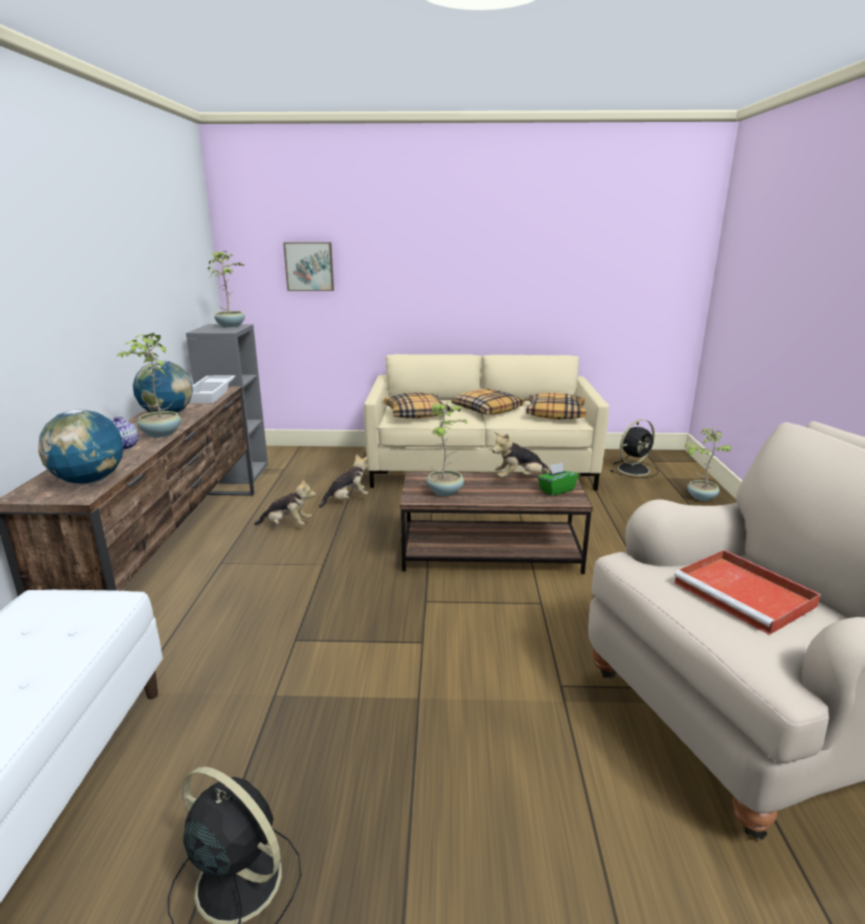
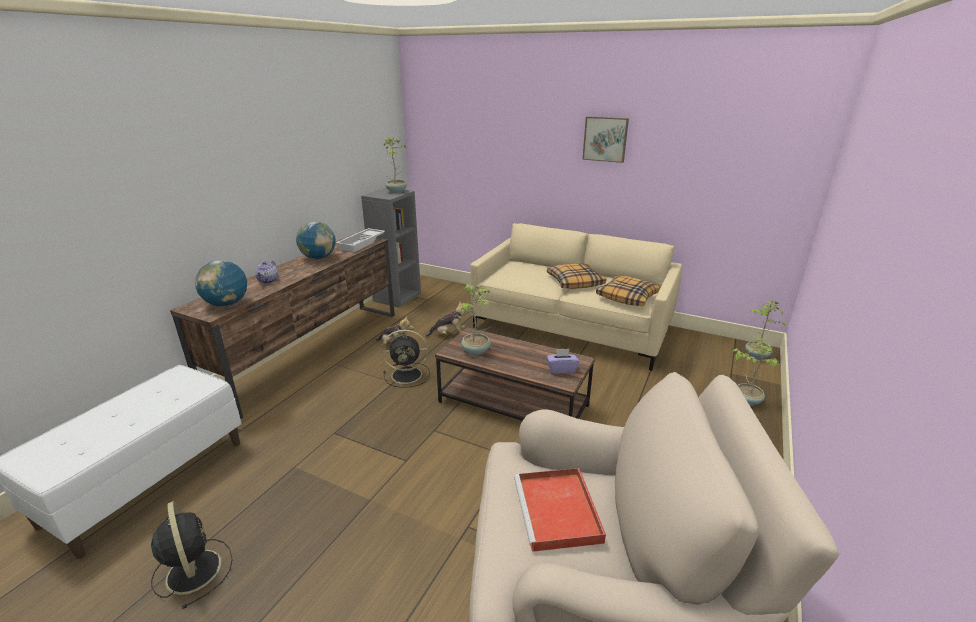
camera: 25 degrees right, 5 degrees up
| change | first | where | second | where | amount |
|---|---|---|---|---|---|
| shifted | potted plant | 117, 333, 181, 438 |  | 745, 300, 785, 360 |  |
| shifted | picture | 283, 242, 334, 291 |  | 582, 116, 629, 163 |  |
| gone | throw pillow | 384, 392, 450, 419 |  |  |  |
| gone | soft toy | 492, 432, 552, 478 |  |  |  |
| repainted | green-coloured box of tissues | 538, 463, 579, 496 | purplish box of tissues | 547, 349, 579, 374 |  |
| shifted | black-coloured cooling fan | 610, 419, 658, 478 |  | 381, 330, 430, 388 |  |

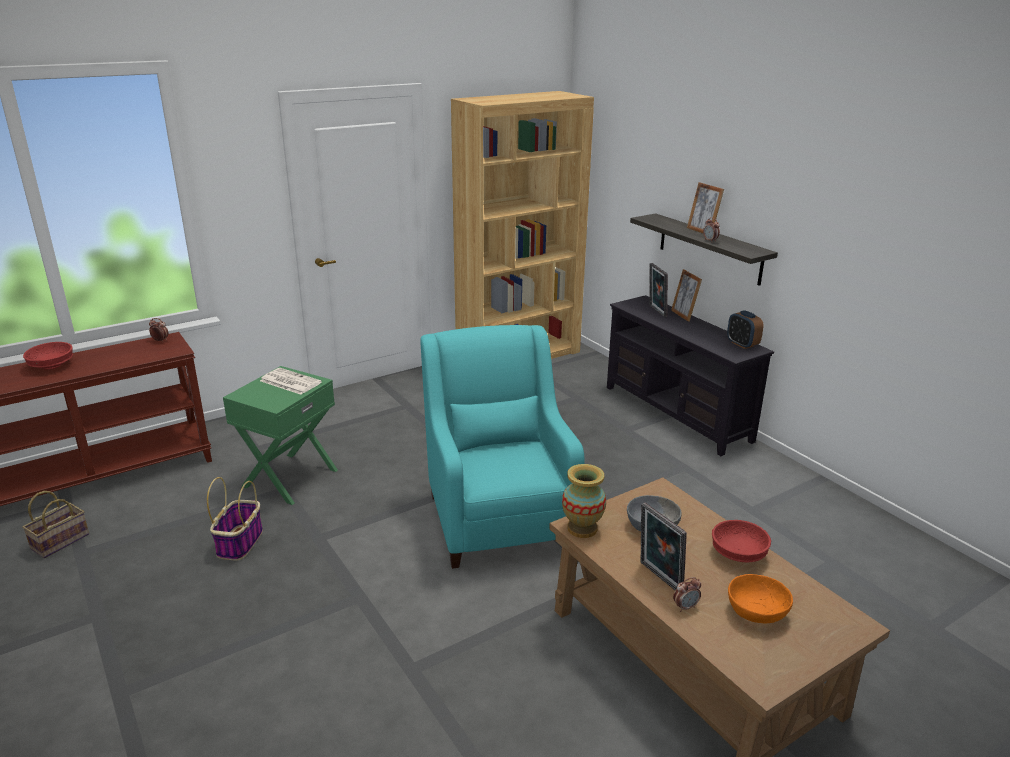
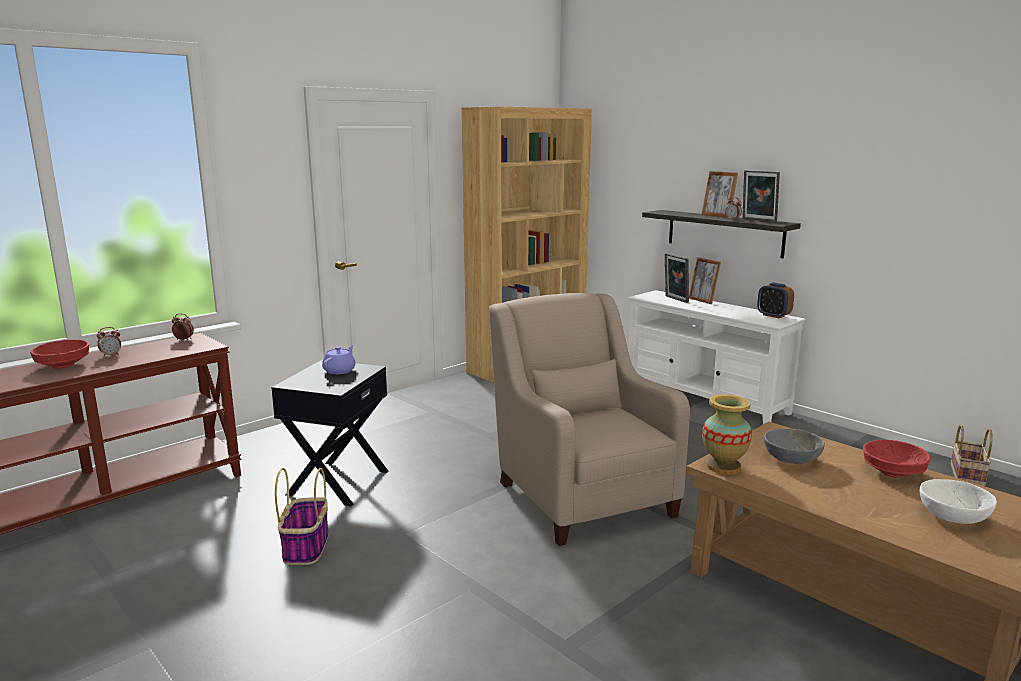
camera: 10 degrees left, 10 degrees down
| change | first | where | second | where | amount |
|---|---|---|---|---|---|
| shifted | storage basket | 22, 491, 89, 558 |  | 950, 424, 993, 486 |  |
| repainted | green-coloured accent table | 223, 366, 338, 505 | black-coloured accent table | 271, 360, 388, 507 |  |
| swapped | daily paper | 260, 368, 322, 395 | purplish teapot | 322, 345, 356, 374 |  |
| repainted | turquoise easy chair | 420, 325, 585, 569 | beige easy chair | 489, 293, 690, 546 |  |
| repainted | black-coloured media console | 607, 295, 774, 456 | white-coloured media console | 628, 290, 806, 424 |  |
| shifted | picture frame | 640, 502, 687, 590 |  | 742, 170, 780, 222 |  |
| shifted | table clock | 673, 577, 701, 612 |  | 97, 327, 121, 357 |  |
| repainted | orangey deep dish | 728, 574, 793, 623 | white-coloured deep dish | 920, 479, 997, 524 |  |

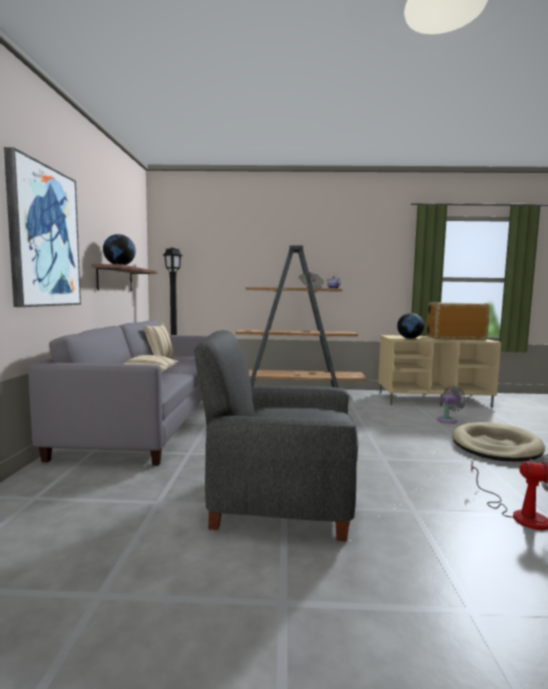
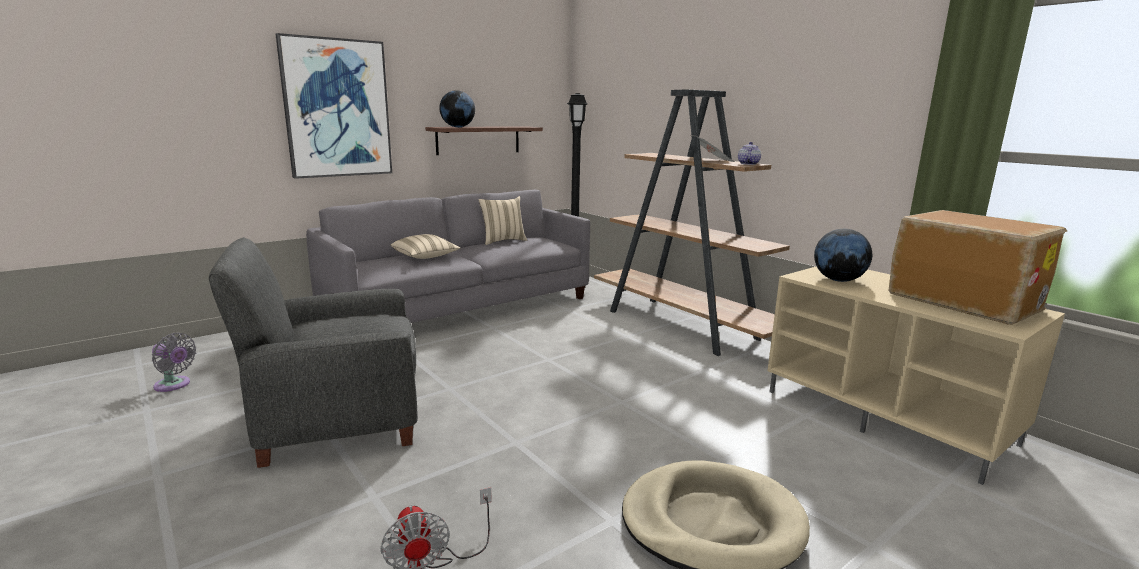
camera: 50 degrees right, 10 degrees up
| change | first | where | second | where | amount |
|---|---|---|---|---|---|
| rotated | greyish easy chair | 195, 330, 358, 541 |  | 209, 237, 418, 468 | 75 degrees counterclockwise |
| shifted | greyish cooling fan | 437, 386, 466, 424 |  | 152, 333, 196, 392 |  |

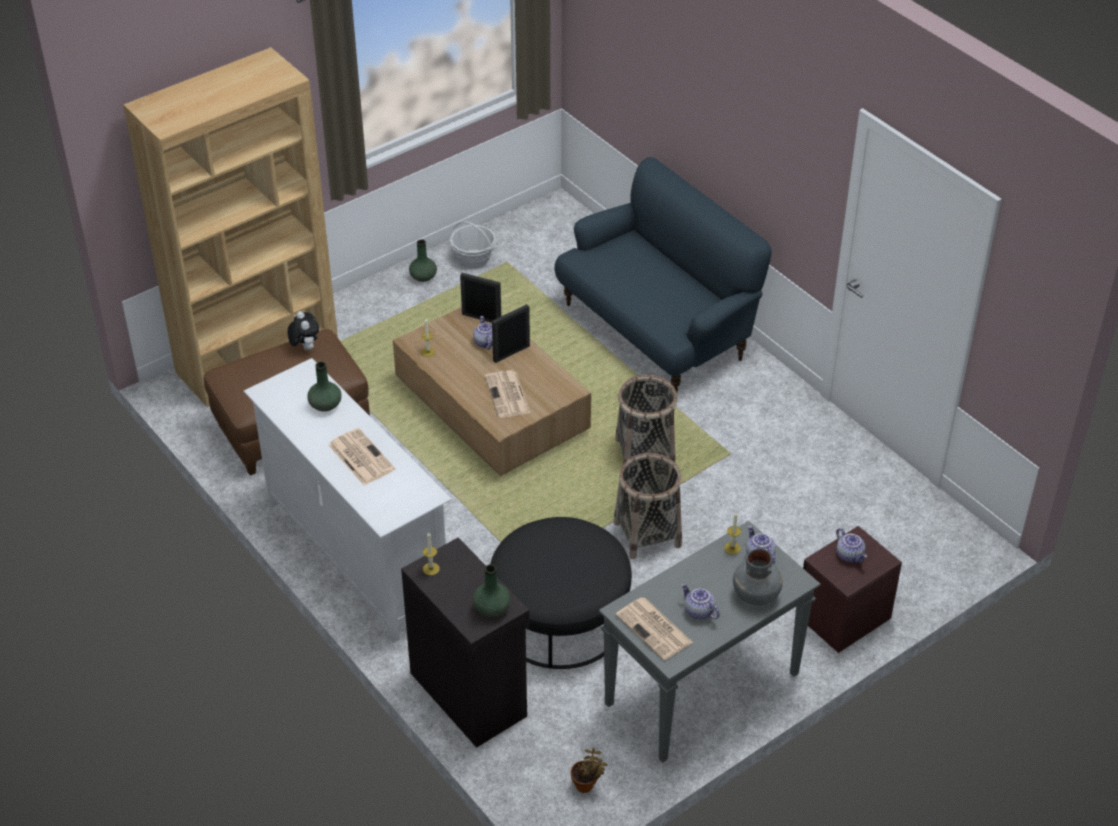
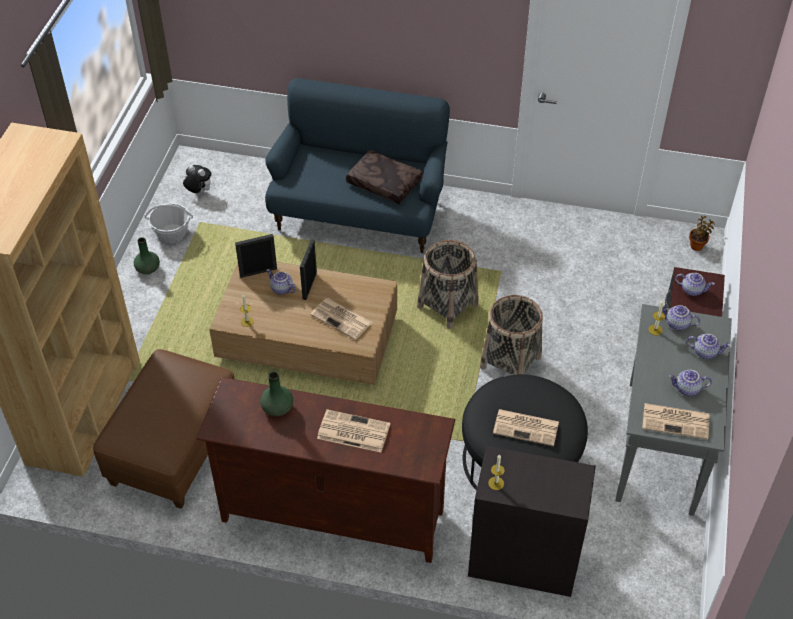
camera: 40 degrees left, 5 degrees up
| change | first | where | second | where | amount |
|---|---|---|---|---|---|
| repainted | white-coloured media console | 243, 358, 452, 643 | brown media console | 197, 377, 456, 563 |  |
| shifted | soft toy | 288, 311, 319, 350 |  | 183, 165, 211, 193 |  |
| gone | green-coloured flower vase | 473, 564, 511, 617 |  |  |  |
| shifted | potted plant | 570, 748, 607, 793 |  | 689, 216, 715, 251 |  |
| swapped | greyish flower vase | 733, 548, 783, 606 | teapot | 686, 334, 730, 359 |  |
| new |  |  | brown throw pillow | 346, 150, 423, 204 |  |
| new |  |  | daily paper | 493, 409, 559, 446 |  |

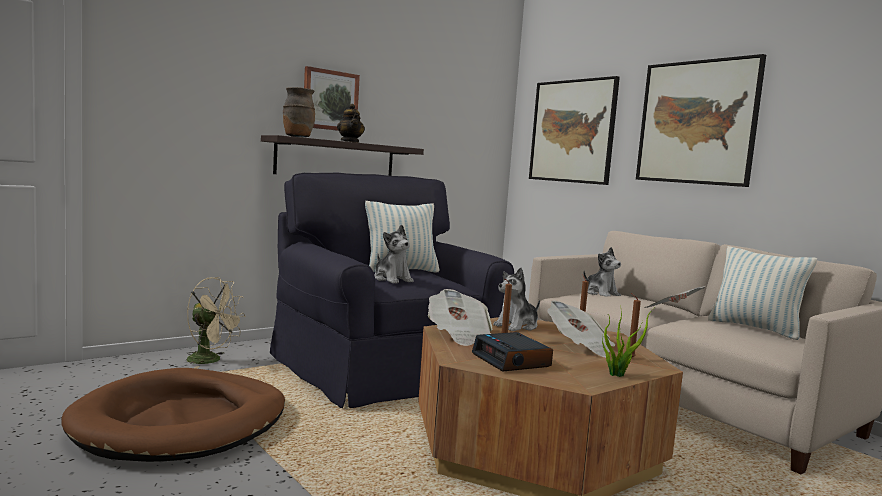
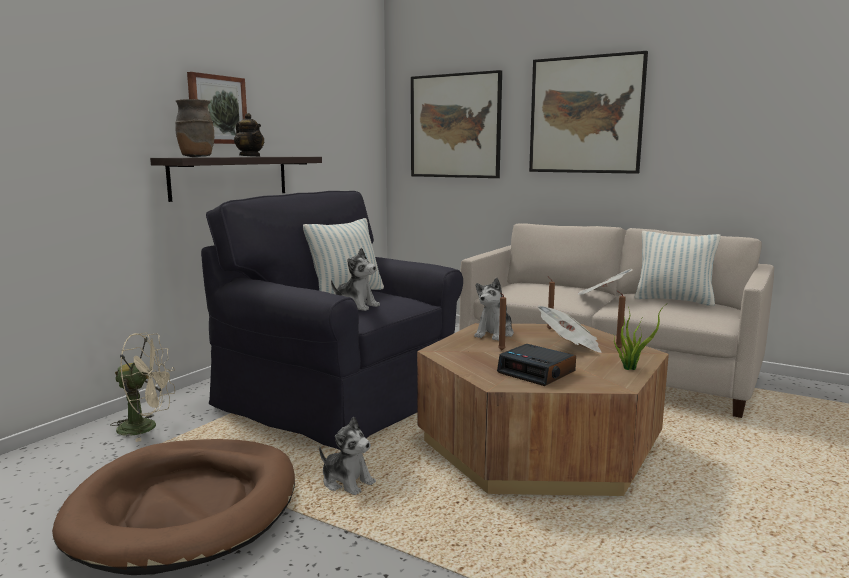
camera: 20 degrees left, 5 degrees up
| change | first | where | second | where | amount |
|---|---|---|---|---|---|
| gone | daily paper | 428, 289, 493, 346 |  |  |  |
| shifted | soft toy | 584, 247, 621, 296 |  | 319, 416, 376, 495 |  |

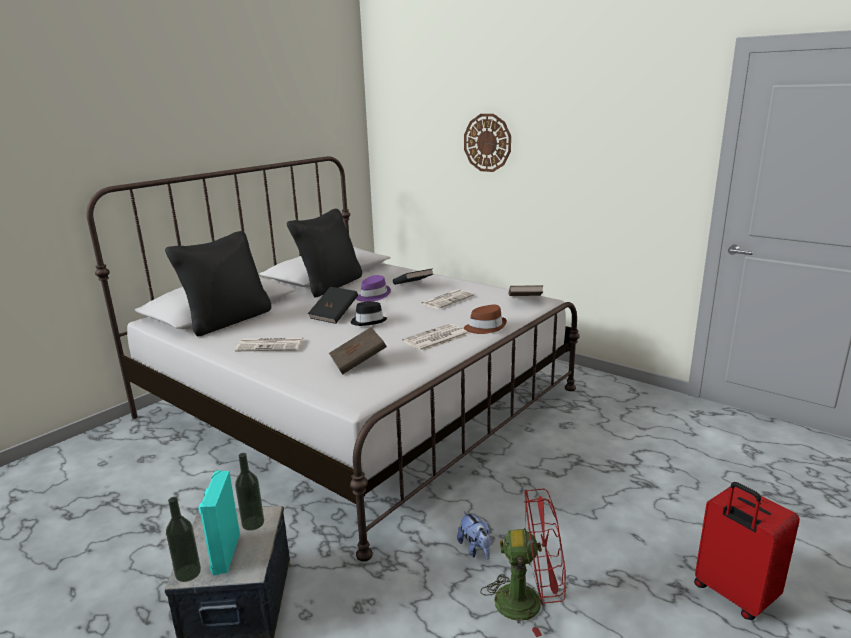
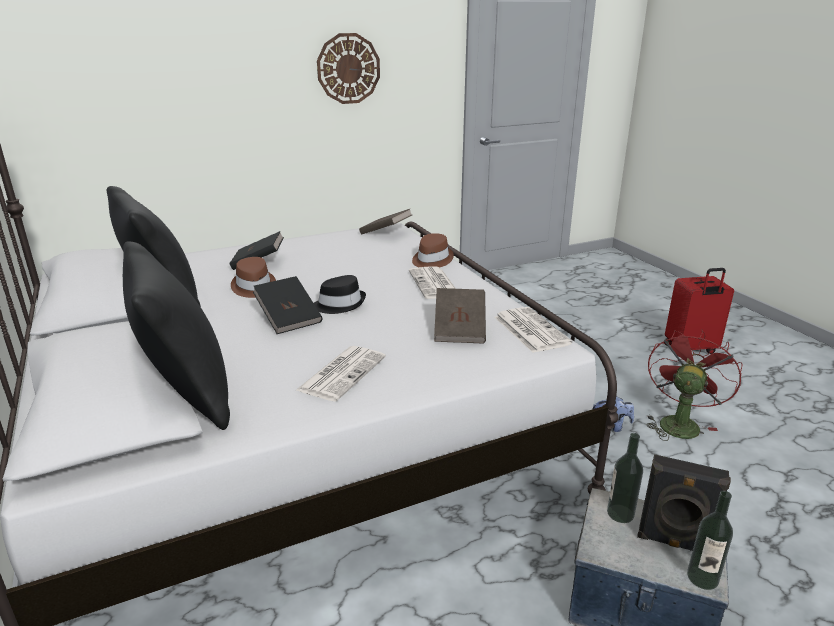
camera: 65 degrees left, 5 degrees up
| change | first | where | second | where | amount |
|---|---|---|---|---|---|
| repainted | turquoise audio speaker | 198, 470, 240, 575 | black-coloured audio speaker | 637, 454, 731, 551 |  |
| repainted | purplish clothing hat | 356, 275, 391, 302 | brown clothing hat | 231, 257, 276, 298 |  |
| shifted | daily paper | 421, 289, 474, 309 |  | 494, 307, 572, 353 |  |
| shifted | hanging clock | 464, 114, 511, 172 |  | 317, 33, 380, 104 |  |

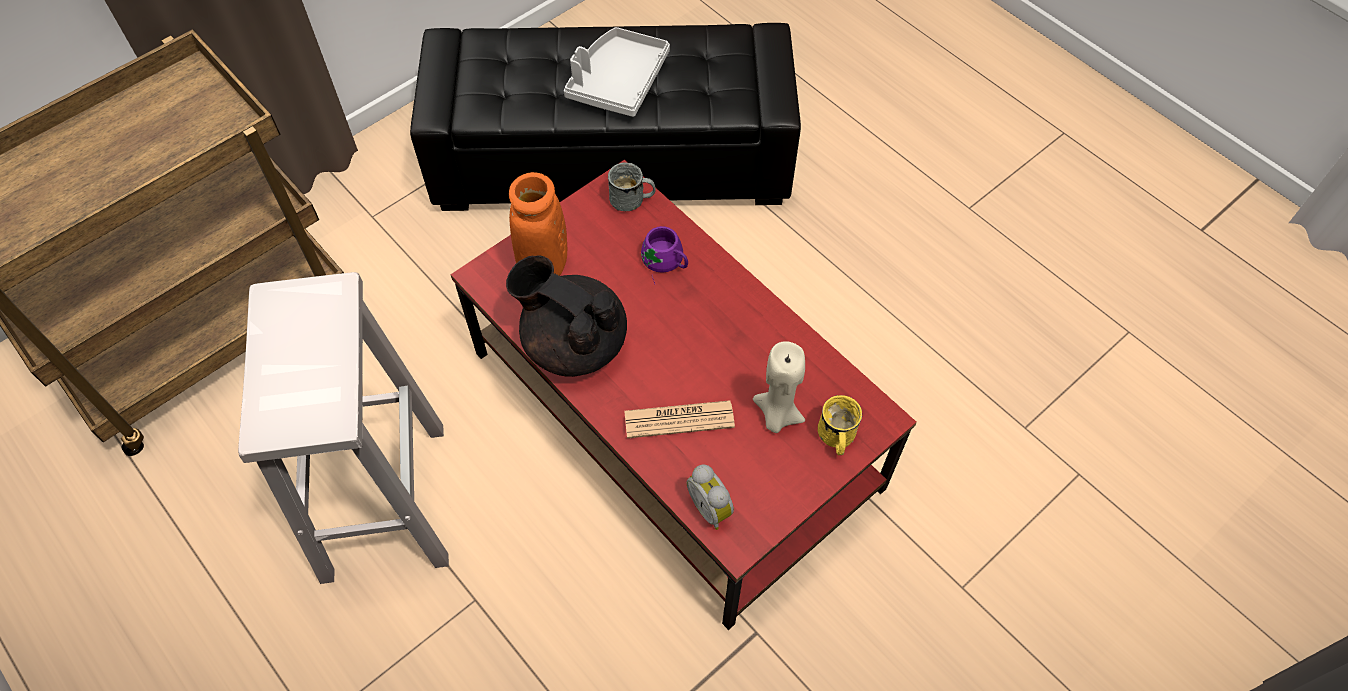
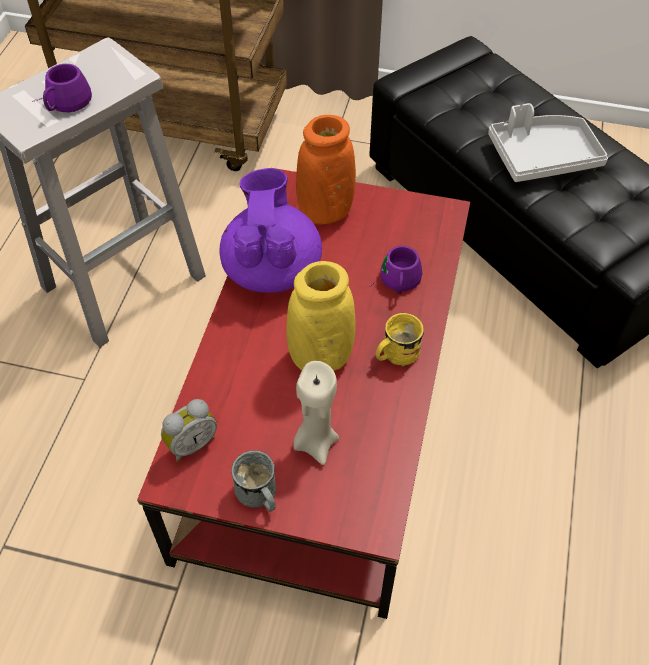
camera: 55 degrees right, 5 degrees down
| change | first | where | second | where | amount |
|---|---|---|---|---|---|
| repainted | black-coloured teapot | 506, 255, 627, 377 | purplish teapot | 219, 168, 322, 293 |  |
| shifted | greyish mug | 608, 163, 656, 211 |  | 231, 450, 276, 511 |  |
| gone | daily paper | 624, 400, 735, 438 |  |  |  |
| rotated | table clock | 686, 465, 734, 530 |  | 161, 399, 217, 462 | 150 degrees counterclockwise |
| shifted | yellow mug | 818, 395, 862, 455 |  | 376, 313, 424, 367 |  |
| new |  |  | purplish mug | 32, 64, 92, 112 |  |
| new |  |  | yellow flower vase | 286, 261, 356, 371 |  |

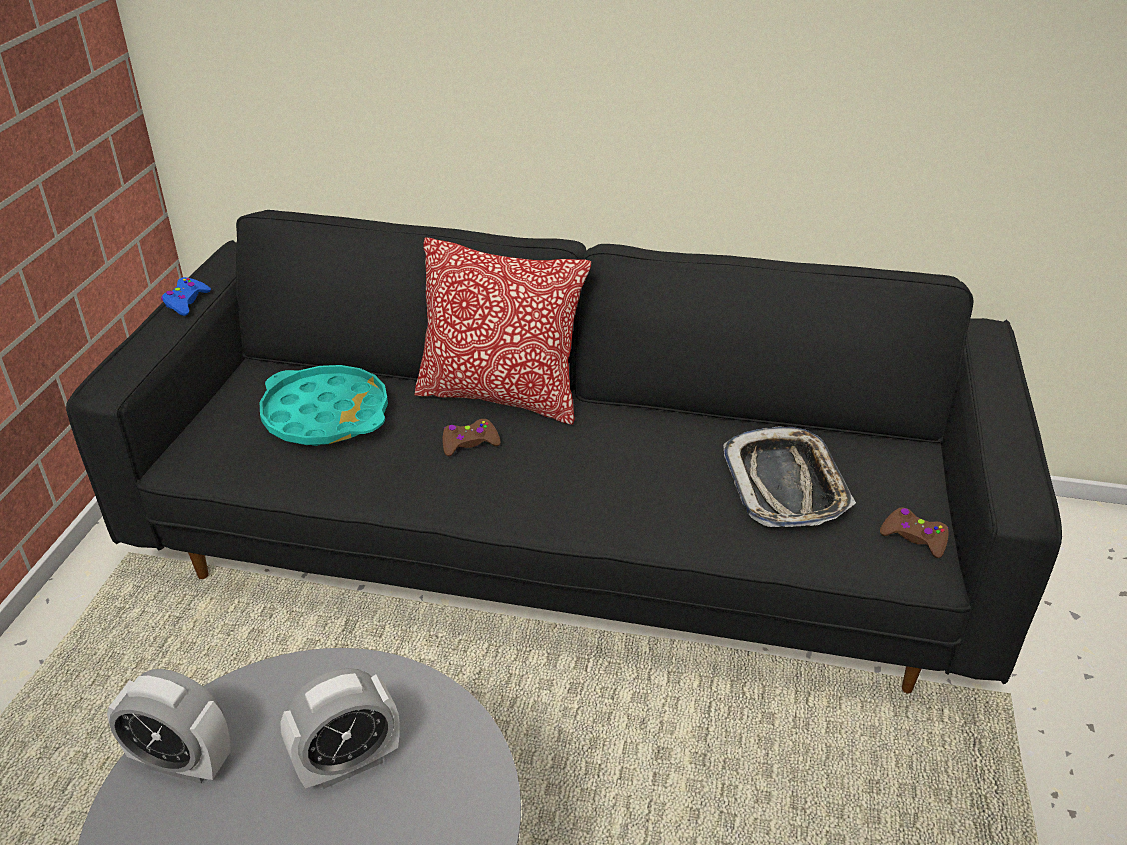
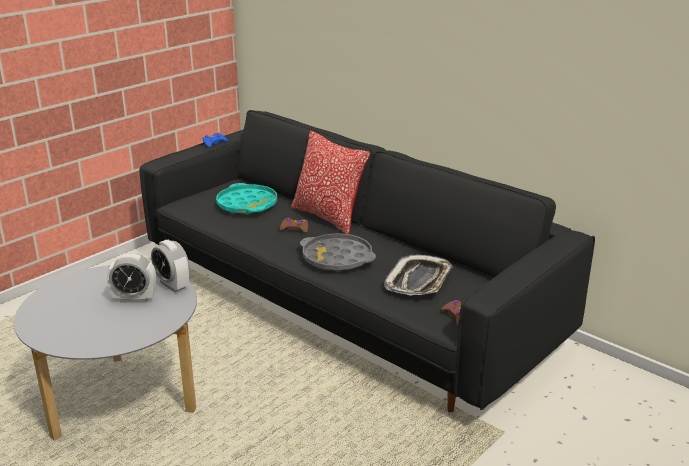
camera: 30 degrees right, 10 degrees down
| change | first | where | second | where | amount |
|---|---|---|---|---|---|
| shifted | table clock | 107, 669, 231, 783 |  | 151, 240, 189, 292 |  |
| new |  |  | greyish serving tray | 300, 233, 376, 272 |  |

